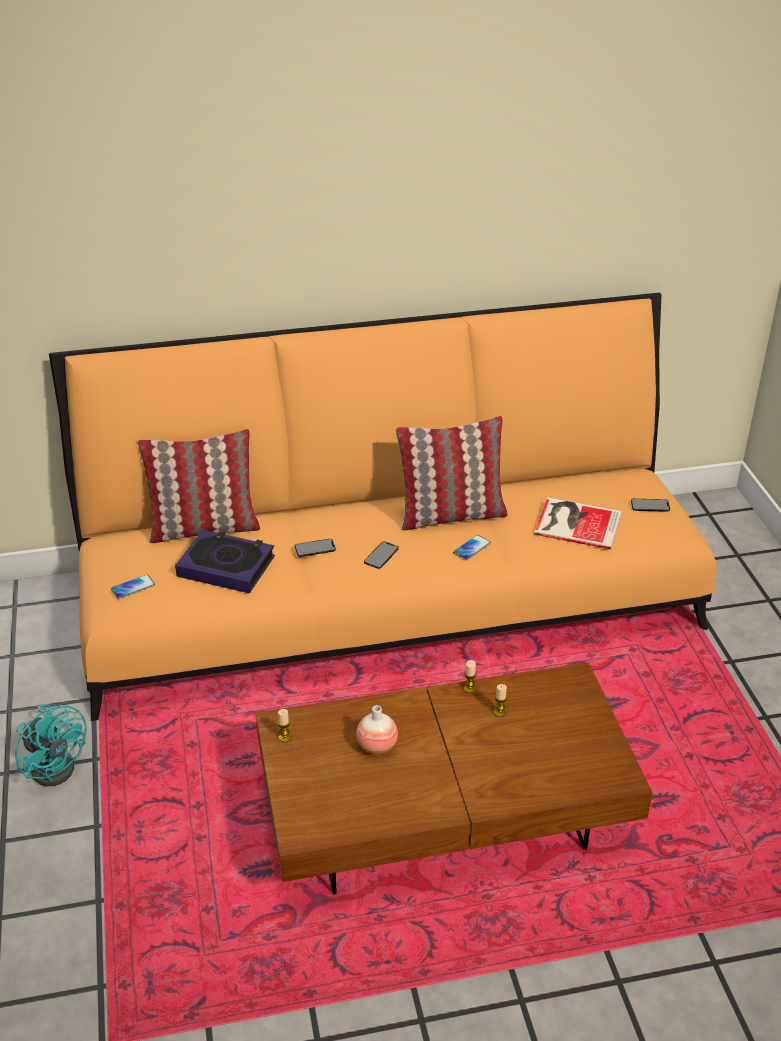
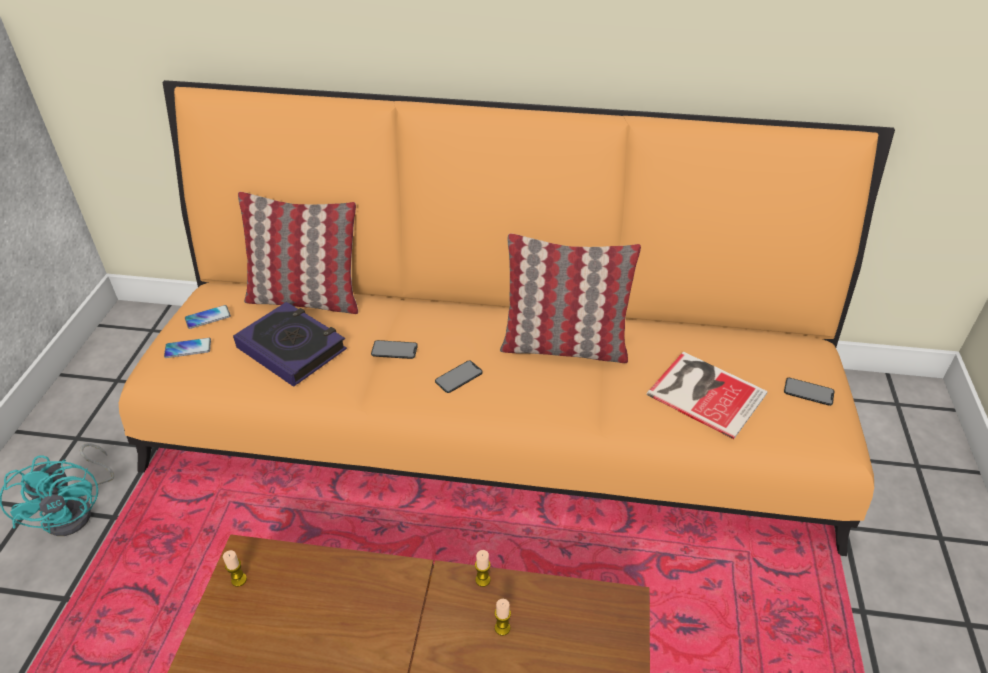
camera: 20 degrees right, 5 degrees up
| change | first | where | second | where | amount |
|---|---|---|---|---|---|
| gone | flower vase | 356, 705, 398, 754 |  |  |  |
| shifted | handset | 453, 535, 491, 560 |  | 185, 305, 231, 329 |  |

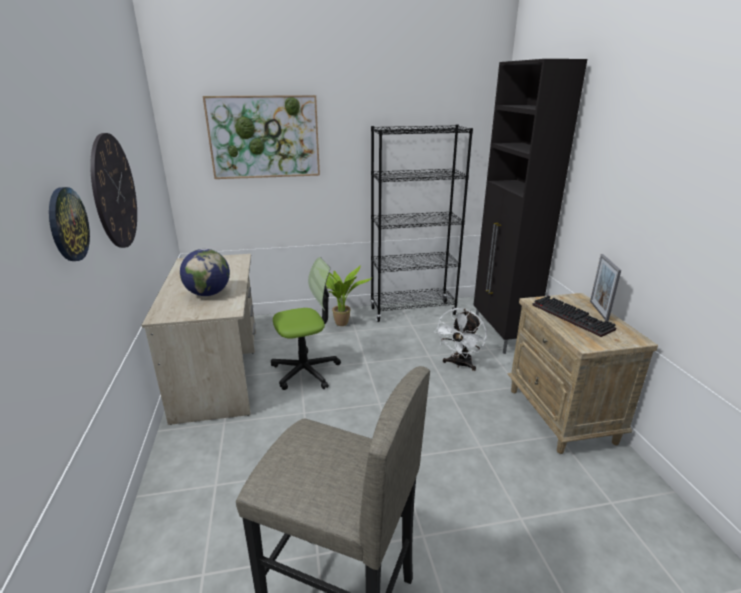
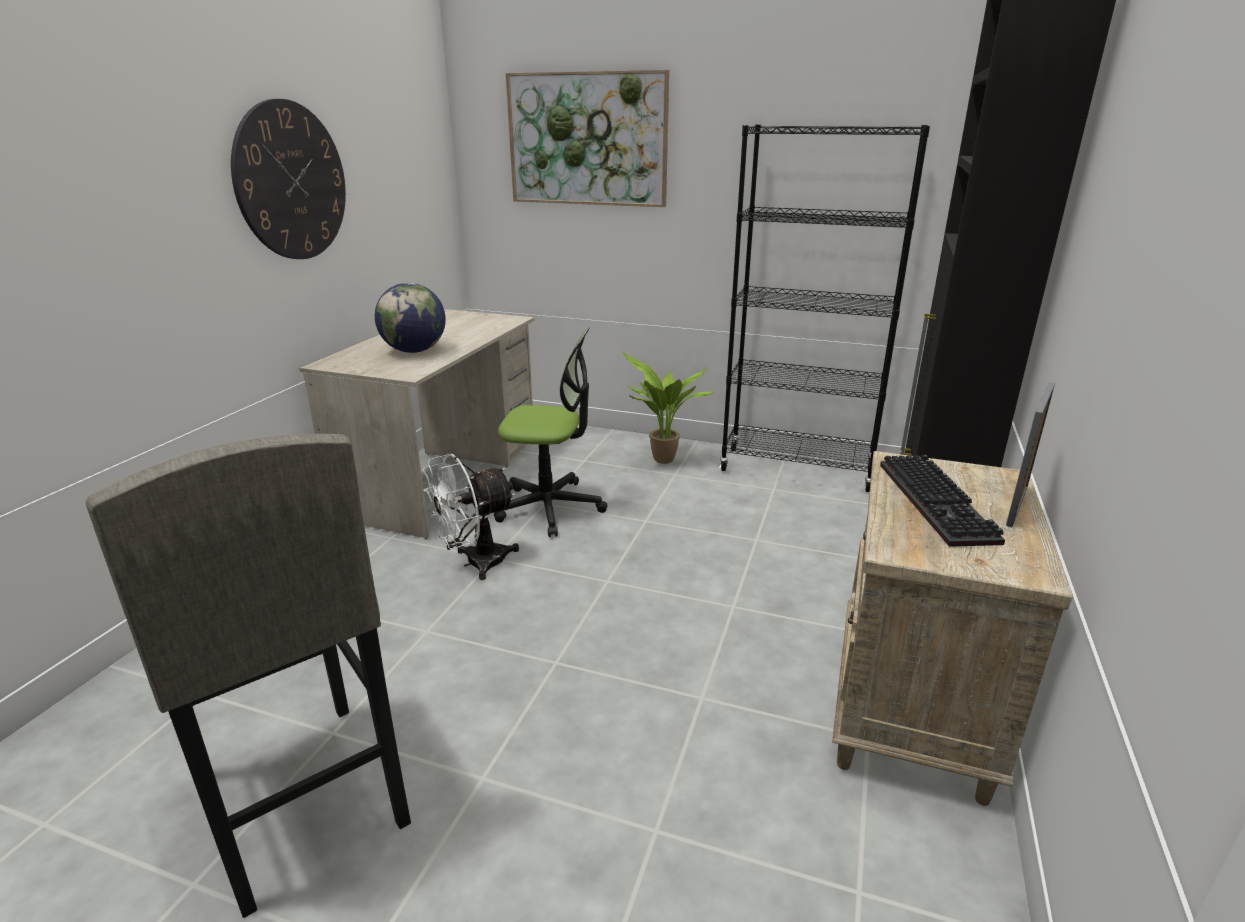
camera: 30 degrees right, 0 degrees up
| change | first | where | second | where | amount |
|---|---|---|---|---|---|
| gone | hanging clock | 49, 187, 90, 261 |  |  |  |
| shifted | white-coloured cooling fan | 435, 308, 487, 371 |  | 423, 454, 519, 580 |  |

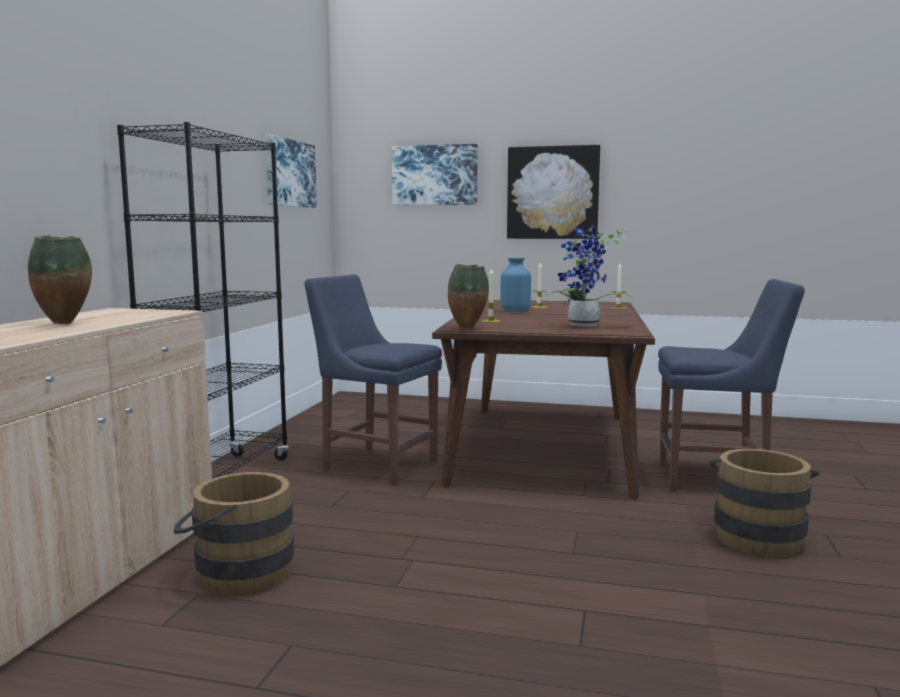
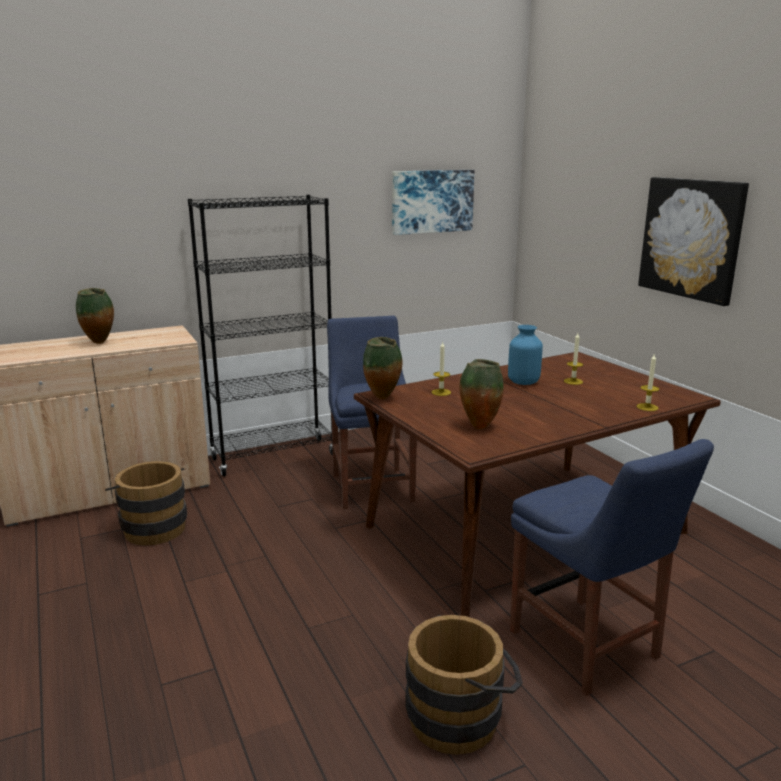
camera: 50 degrees right, 10 degrees up
| change | first | where | second | where | amount |
|---|---|---|---|---|---|
| gone | picture | 392, 144, 477, 205 |  |  |  |
| swapped | potted plant | 546, 222, 637, 327 | flower vase | 460, 359, 504, 429 |  |

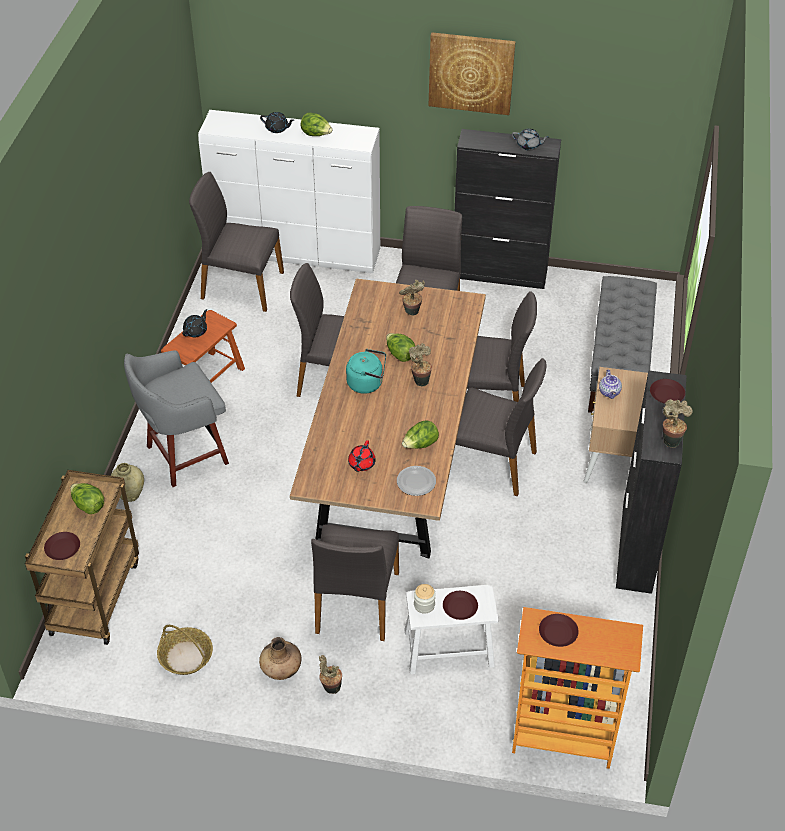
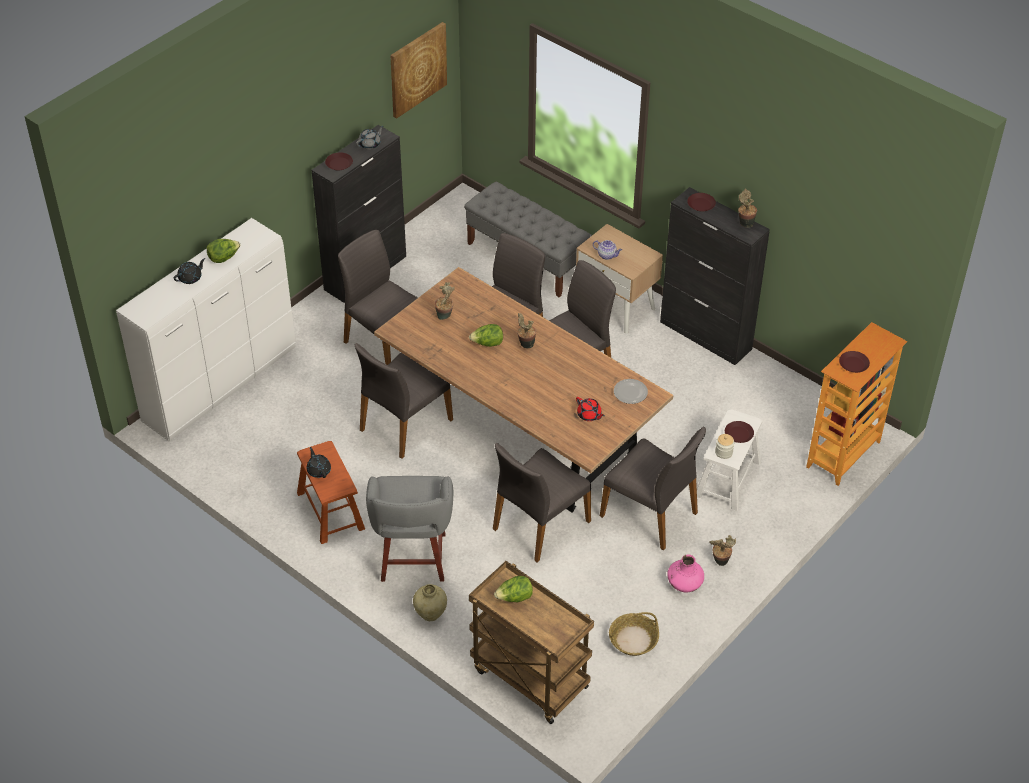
camera: 60 degrees left, 0 degrees up
| change | first | where | second | where | amount |
|---|---|---|---|---|---|
| shifted | brown flat dish | 44, 532, 80, 560 |  | 325, 152, 353, 170 |  |
| shifted | greyish upright chair | 189, 172, 284, 312 |  | 493, 443, 591, 562 |  |
| repainted | brown flower vase | 259, 637, 301, 680 | pink-coloured flower vase | 667, 554, 704, 593 |  |
| gone | turquoise water kettle | 346, 349, 386, 394 |  |  |  |
| gone | head of lettuce | 402, 421, 439, 449 |  |  |  |
| shifted | picture | 429, 32, 516, 115 |  | 390, 22, 447, 119 |  |

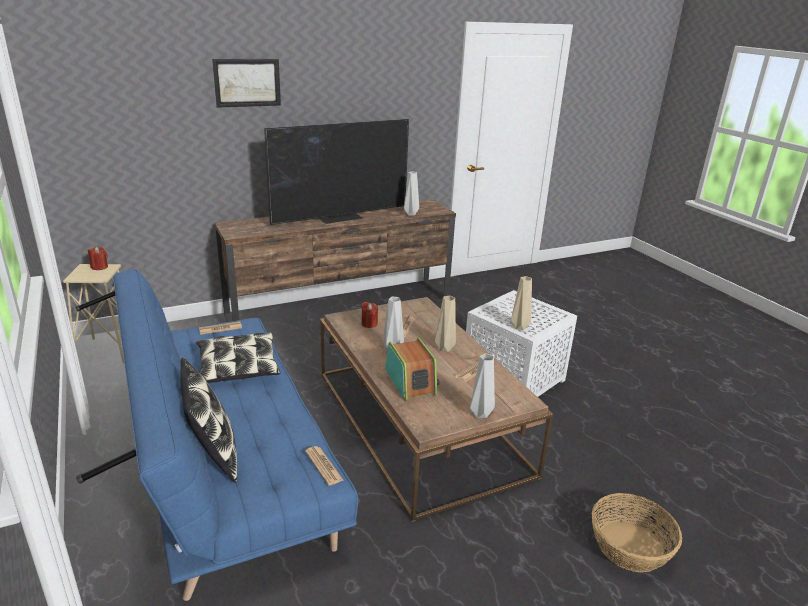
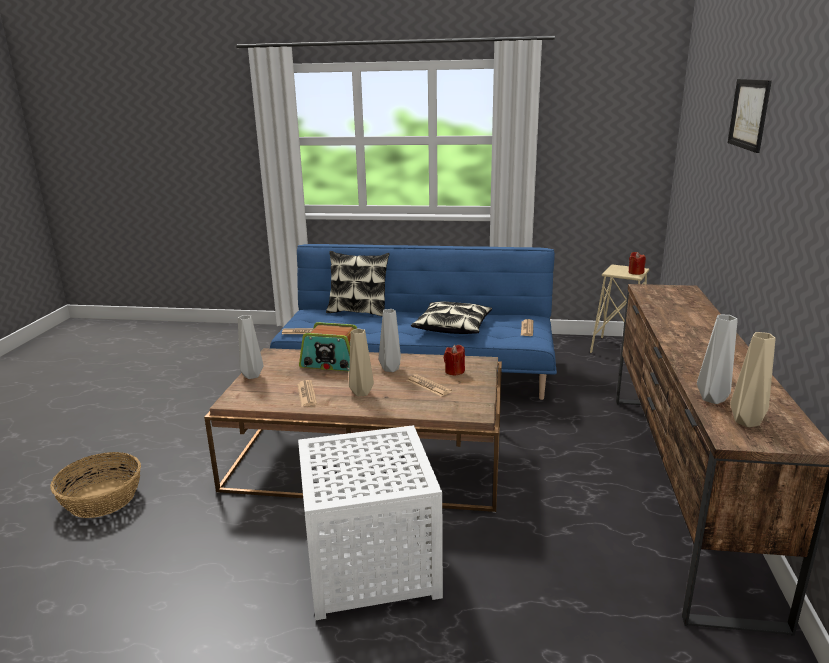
camera: 125 degrees right, 5 degrees down
| change | first | where | second | where | amount |
|---|---|---|---|---|---|
| gone | television | 264, 119, 409, 225 |  |  |  |
| shifted | beige flower vase | 511, 276, 532, 330 |  | 730, 332, 775, 427 |  |

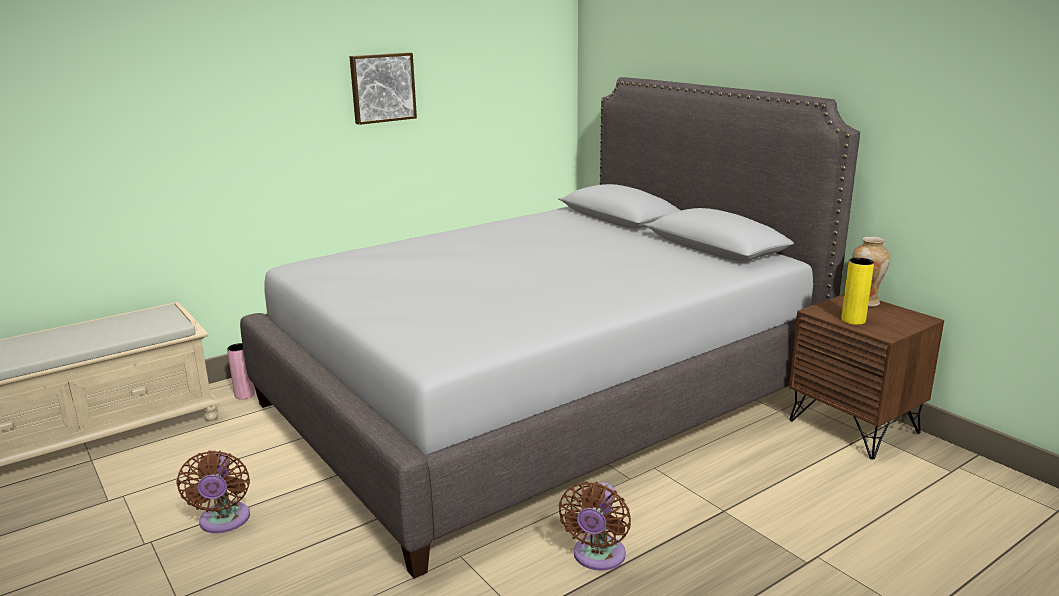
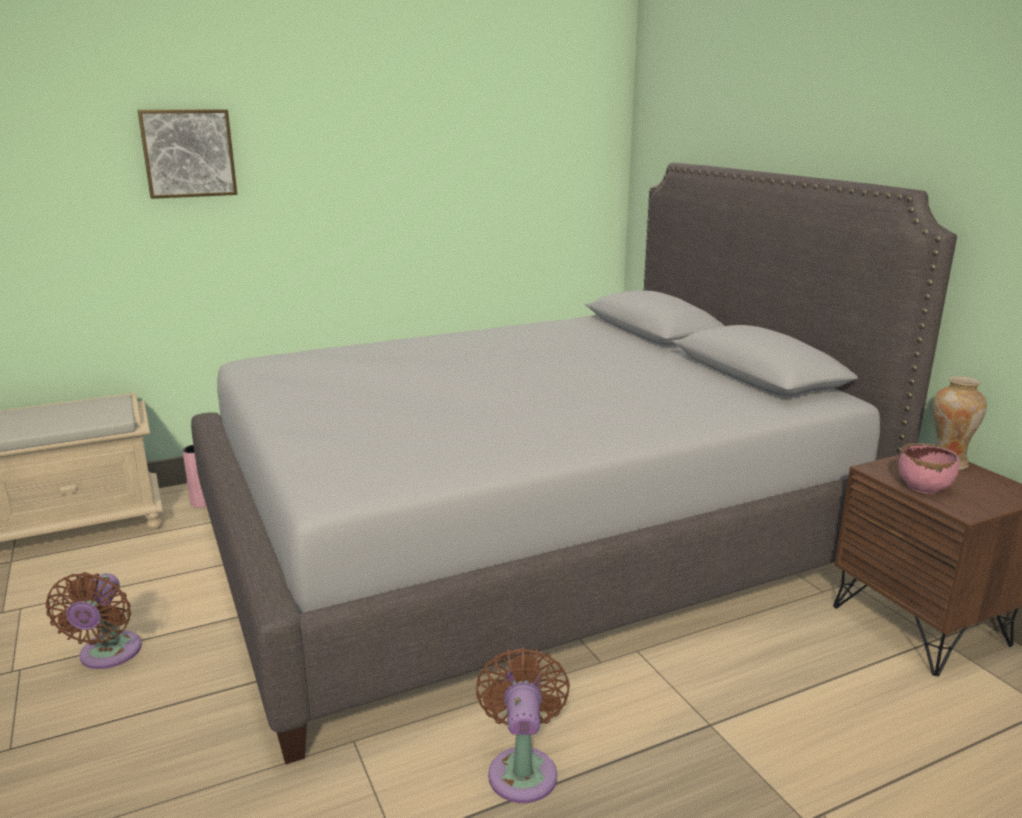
camera: 10 degrees right, 0 degrees up
| change | first | where | second | where | amount |
|---|---|---|---|---|---|
| shifted | picture | 349, 53, 417, 125 |  | 137, 109, 237, 199 |  |
| rotated | brown cooling fan | 558, 481, 631, 571 |  | 476, 647, 570, 803 | 150 degrees clockwise |
| swapped | yellow flower vase | 841, 258, 874, 325 | pink-coloured deep dish | 898, 443, 960, 494 |  |

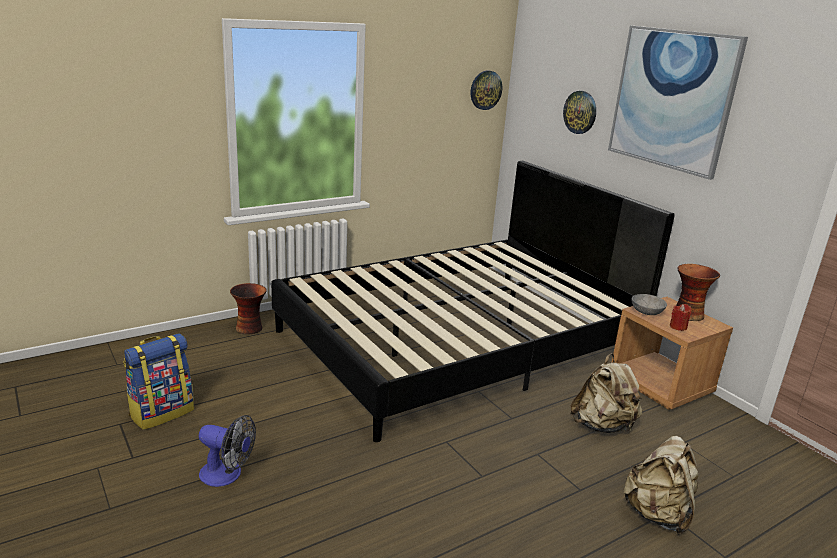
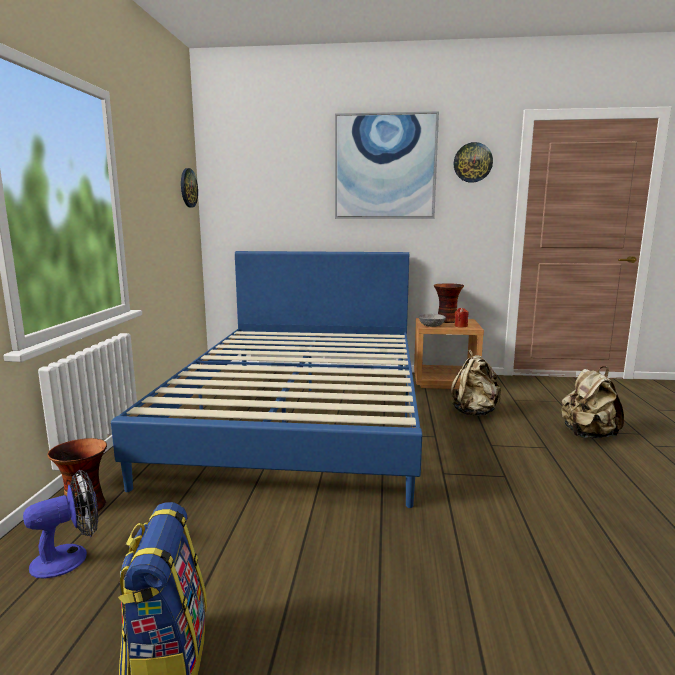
camera: 50 degrees left, 10 degrees down
| change | first | where | second | where | amount |
|---|---|---|---|---|---|
| shifted | cooling fan | 199, 415, 256, 487 |  | 23, 470, 98, 579 |  |
| repainted | black-coloured bedroom bed | 271, 161, 675, 442 | bluish bedroom bed | 111, 251, 422, 508 |  |
| shifted | hanging clock | 563, 91, 596, 134 |  | 454, 142, 493, 183 |  |

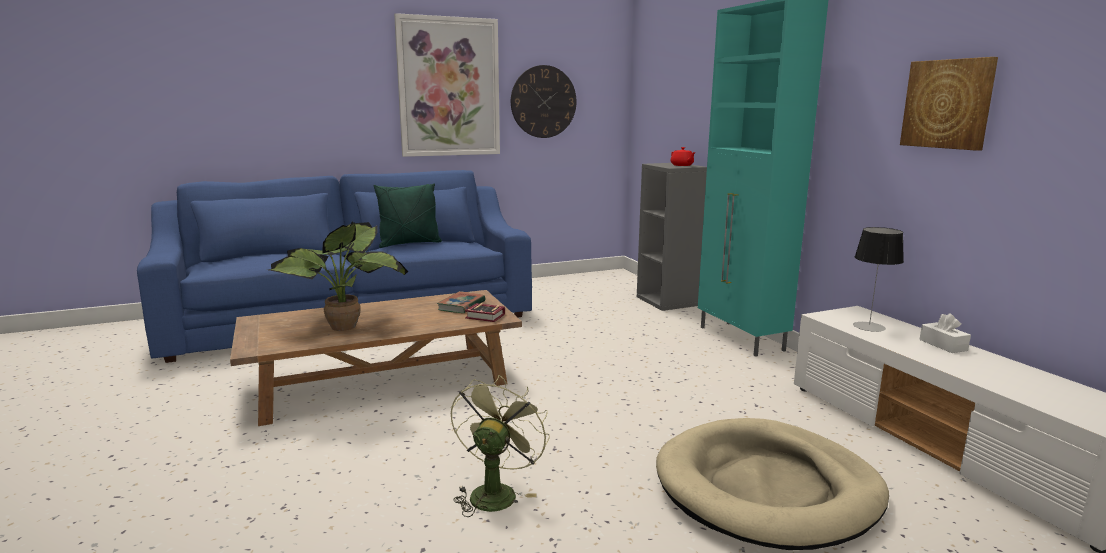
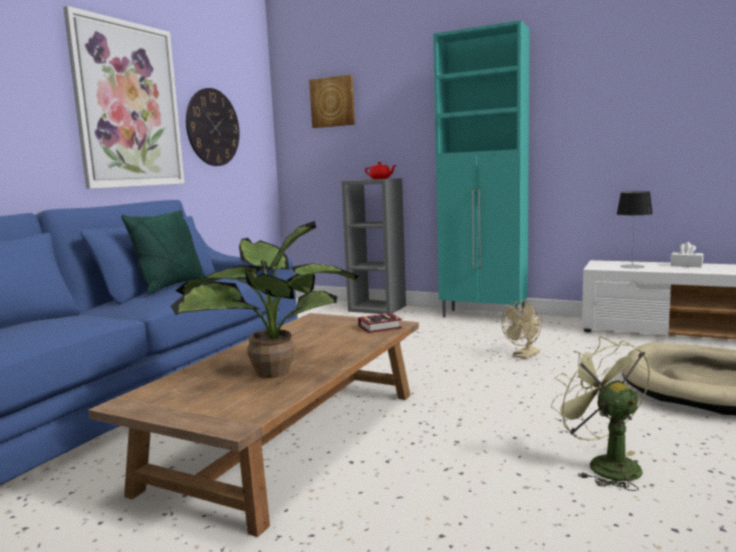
camera: 40 degrees left, 5 degrees down
| change | first | where | second | where | amount |
|---|---|---|---|---|---|
| gone | volume | 437, 291, 486, 313 |  |  |  |
| shifted | picture | 900, 57, 998, 151 |  | 309, 74, 355, 128 |  |
| new |  |  | beige cooling fan | 501, 300, 542, 359 |  |

